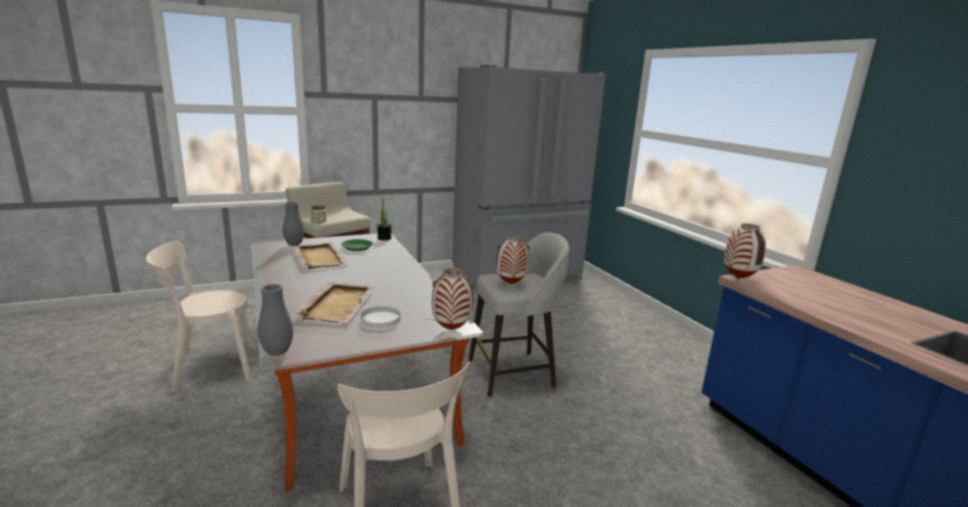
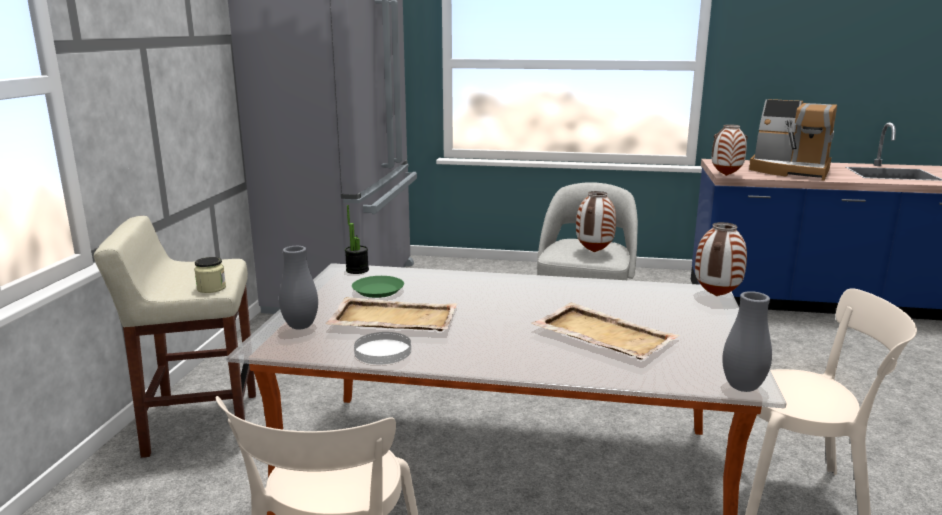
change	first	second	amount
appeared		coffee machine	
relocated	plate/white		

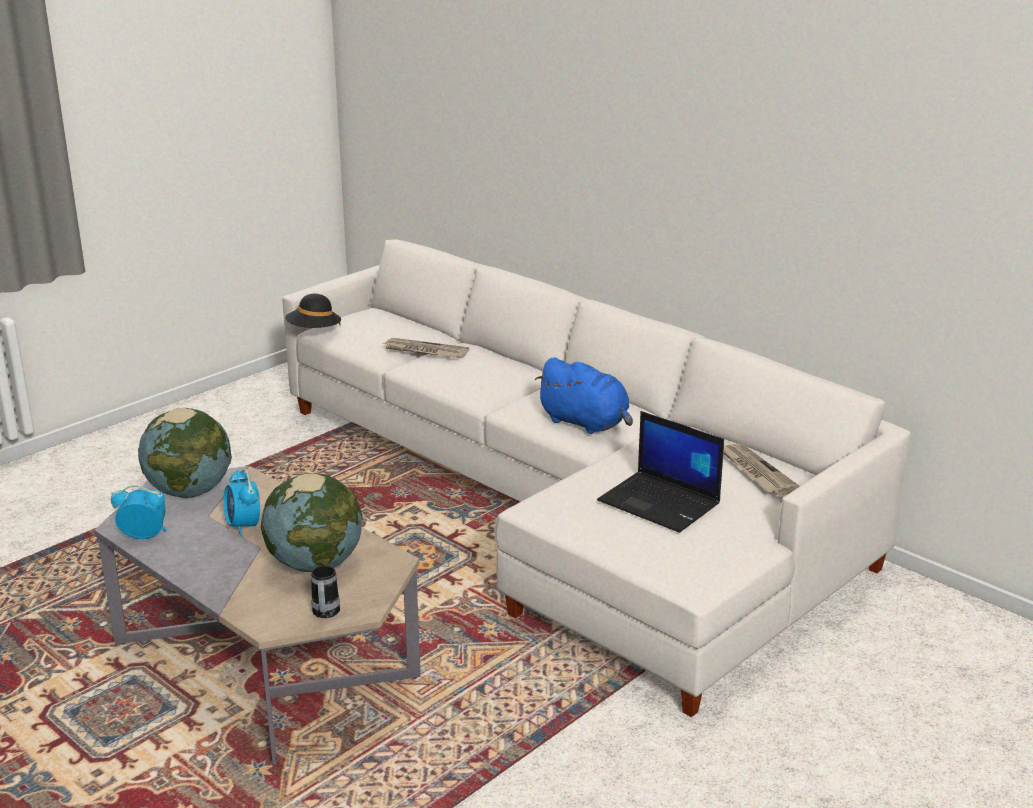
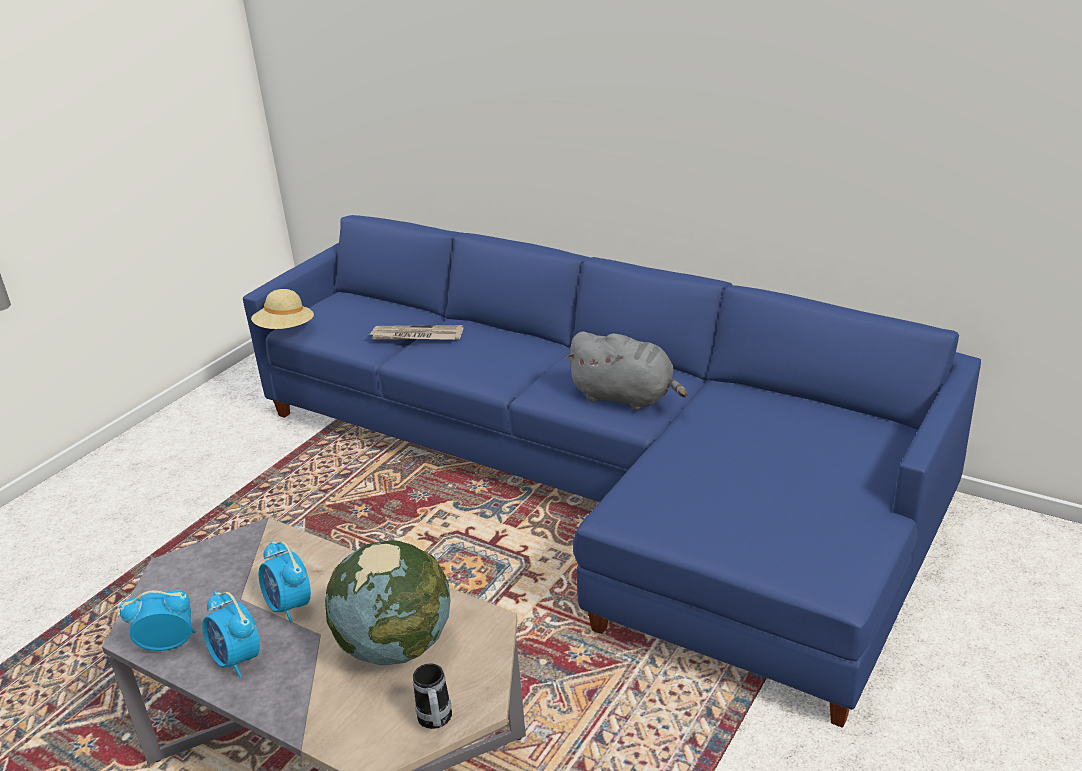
change	first	second	amount
missing	globe (no. 1 from left)		
missing	laptop		
missing	newspaper (no. 2 from left)		
appeared		alarm clock (no. 2 from left)	
colour	sofa/white	sofa/blue	
colour	hat/black	hat/beige	
colour	plush toy/blue	plush toy/grey	

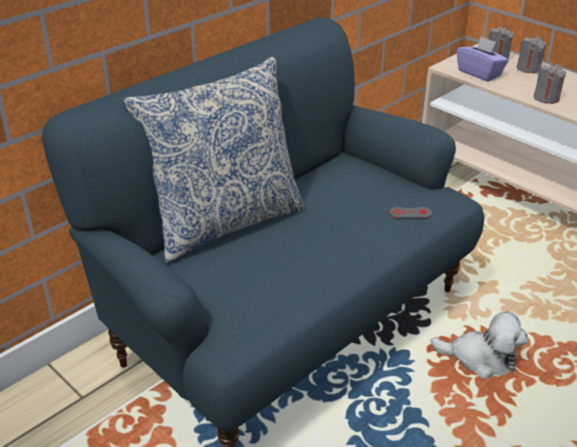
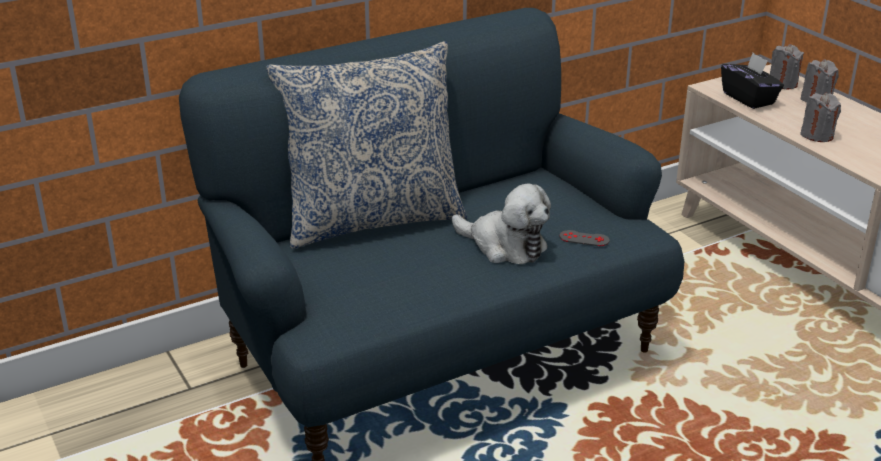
change	first	second	amount
relocated	plush toy		
colour	tissue box/purple	tissue box/black	

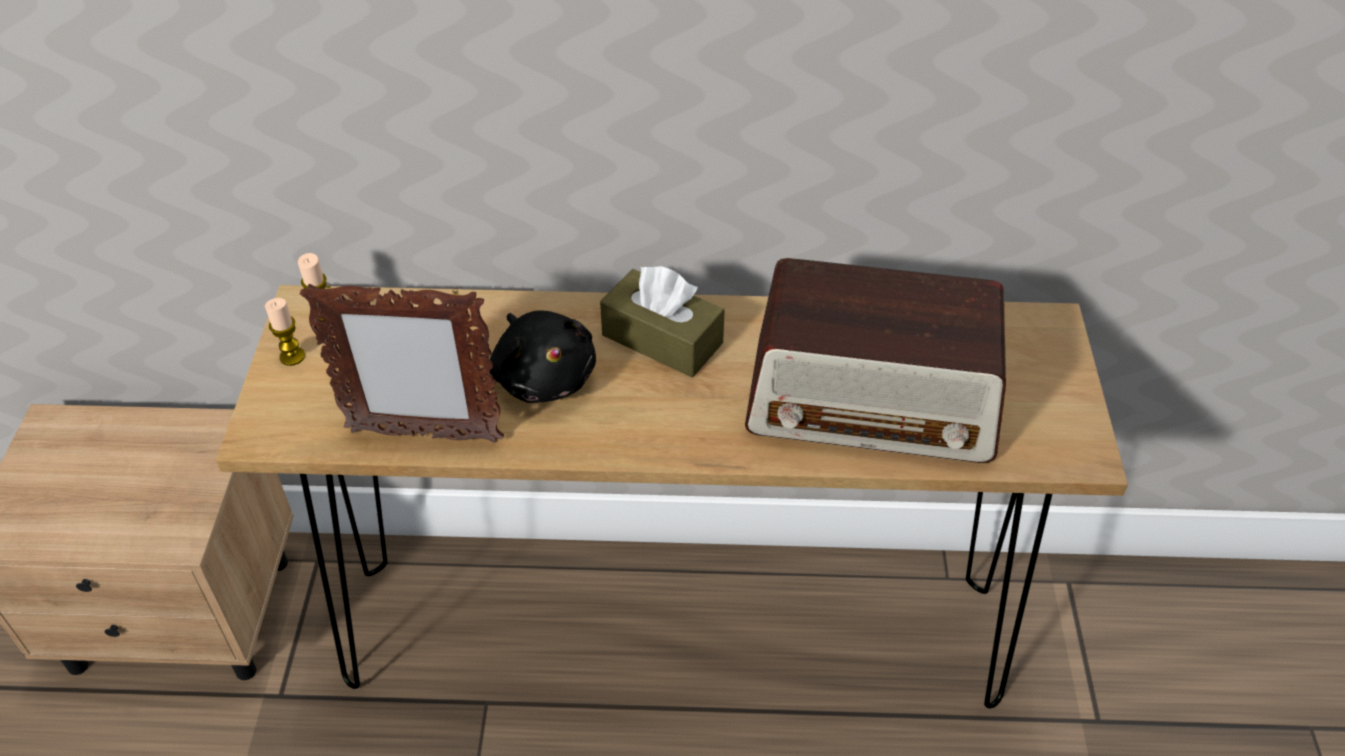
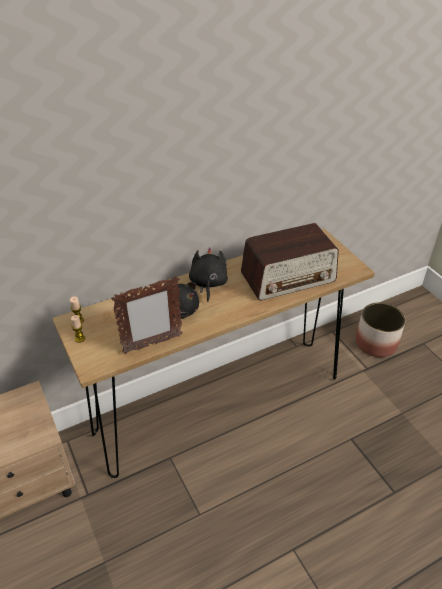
change	first	second	amount
appeared		planter	
exchanged	tissue box/brown	plush toy/black (no. 2 from left)	

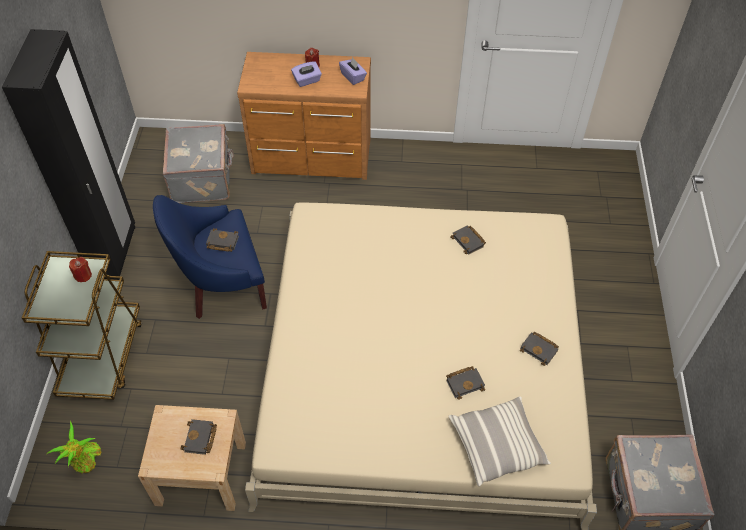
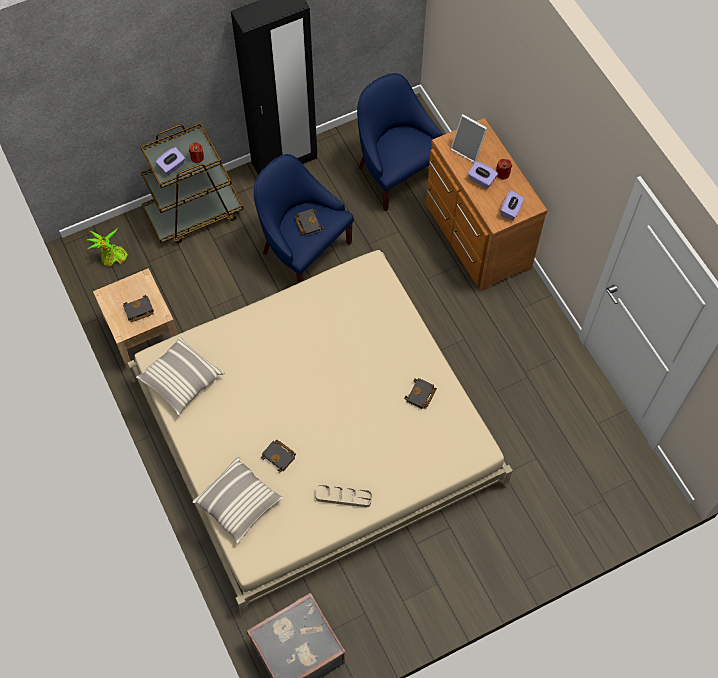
change	first	second	amount
appeared		pillow (no. 1 from left)	
appeared		tissue box/purple (no. 1 from left)	
appeared		picture frame	
exchanged	suitcase/grey (no. 1 from left)	armchair/blue (no. 2 from left)	
exchanged	book/black (no. 5 from left)	tray/beige	

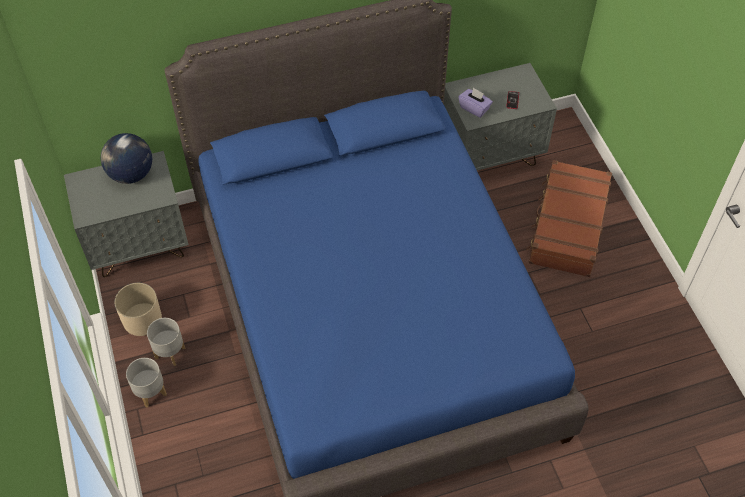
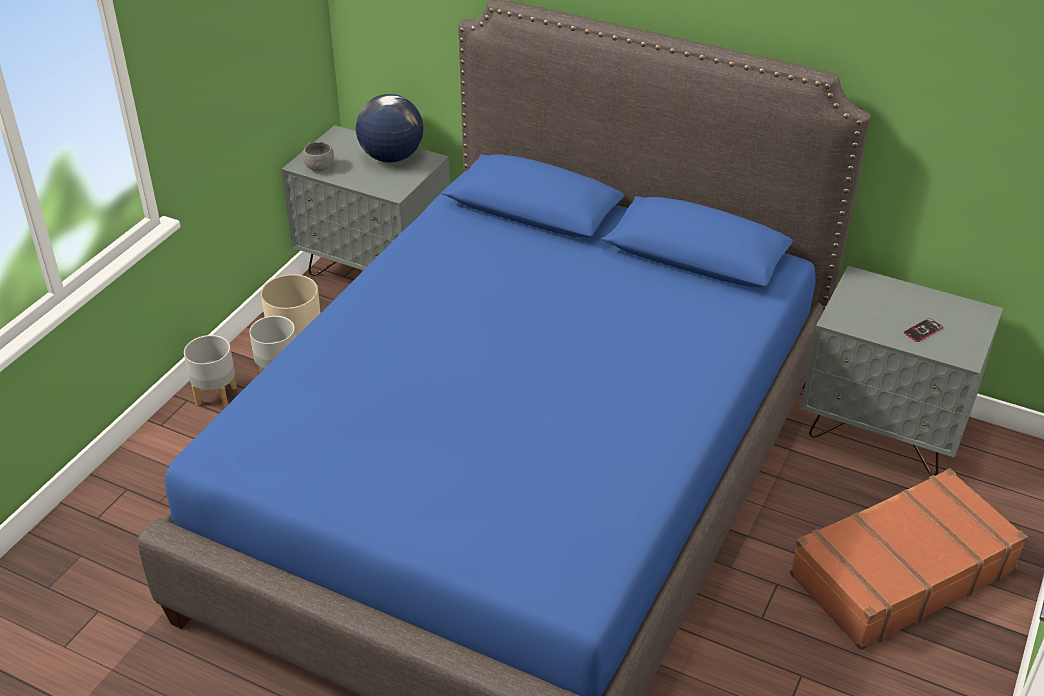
change	first	second	amount
missing	tissue box/purple		
appeared		bowl/grey	

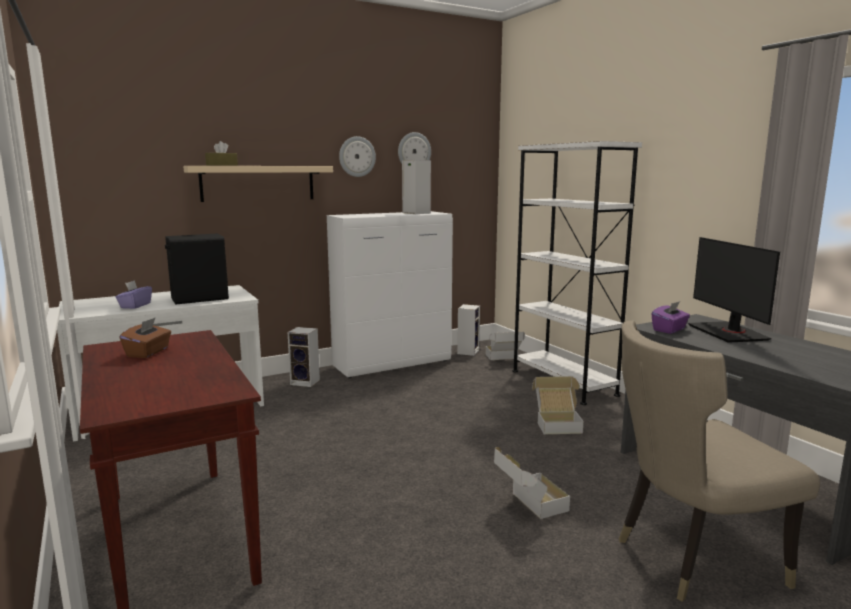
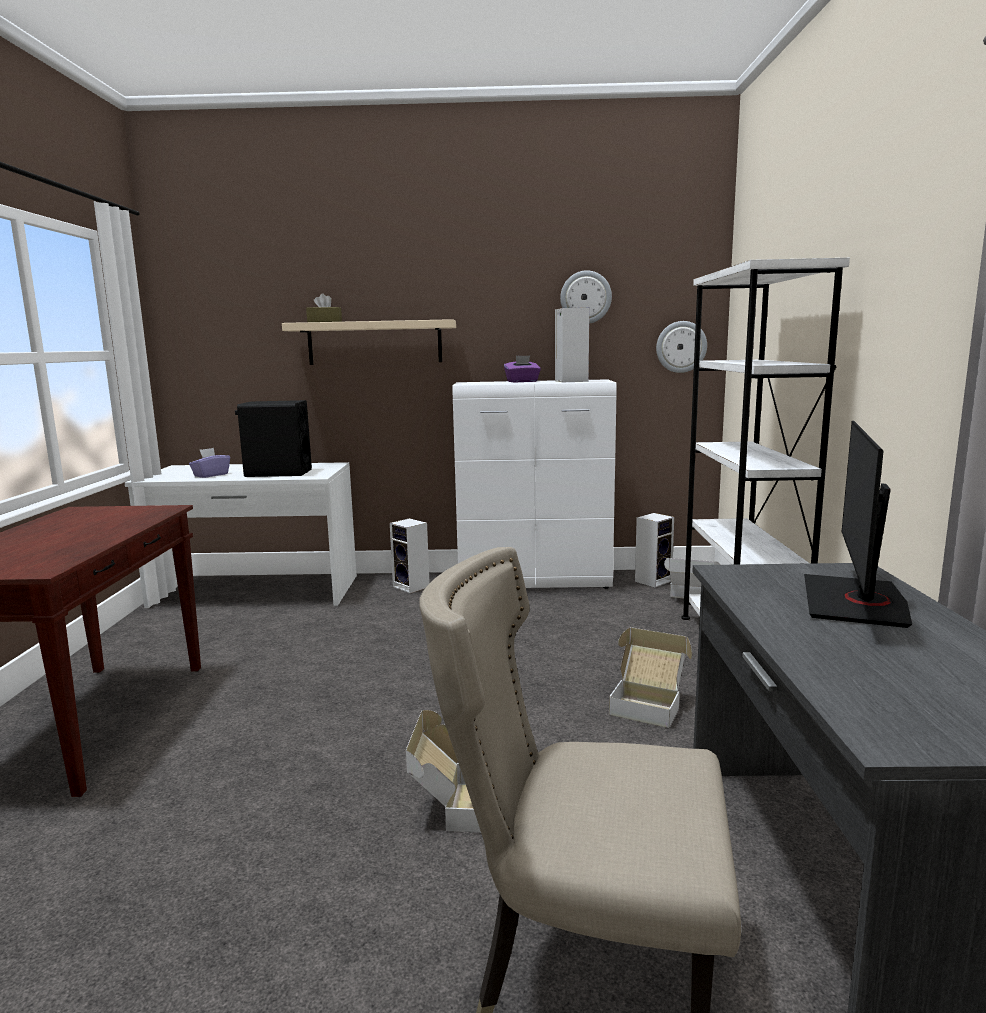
change	first	second	amount
missing	tissue box/brown (no. 1 from left)		
relocated	wall clock (no. 1 from left in the first image)	wall clock (no. 2 from left)	
relocated	tissue box/purple (no. 2 from left)		

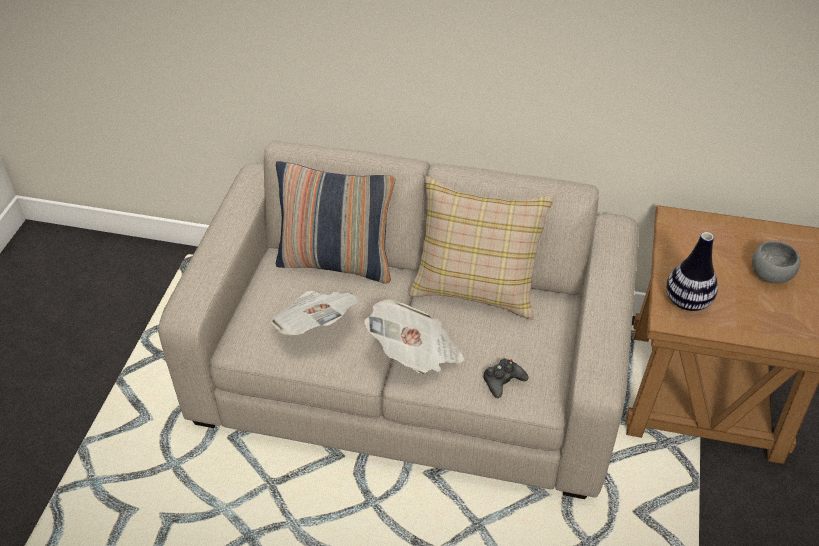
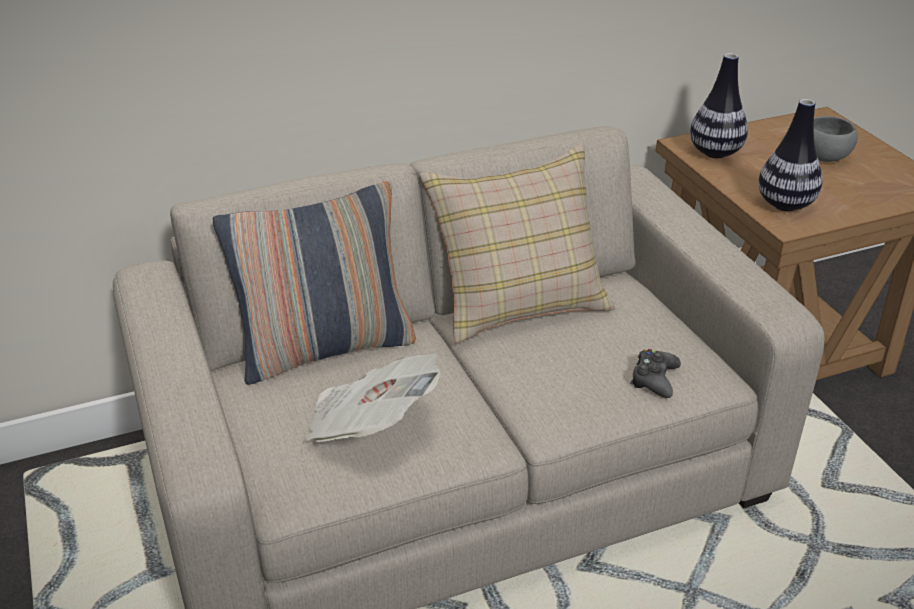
change	first	second	amount
missing	newspaper (no. 2 from left)		
appeared		vase (no. 1 from left)	

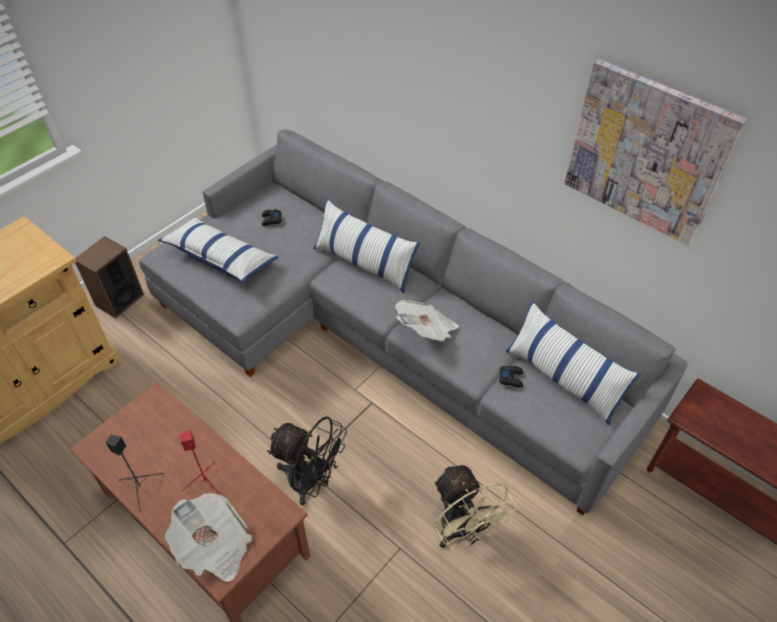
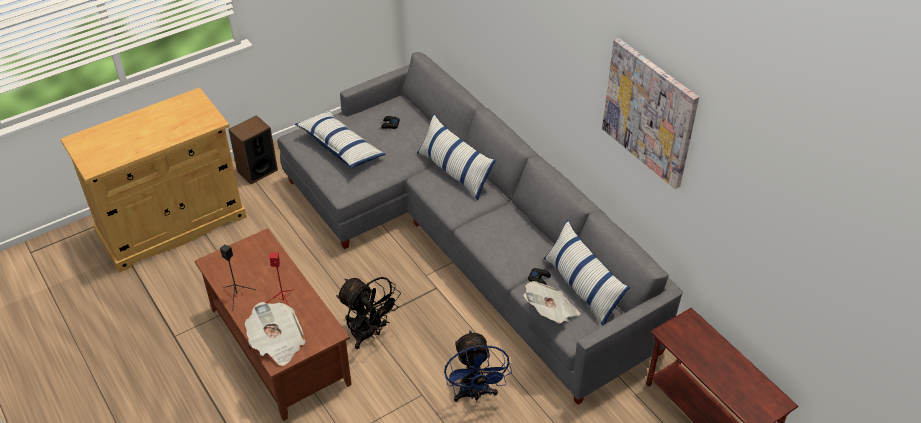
change	first	second	amount
relocated	newspaper (no. 2 from left)		
colour	fan/beige	fan/blue	

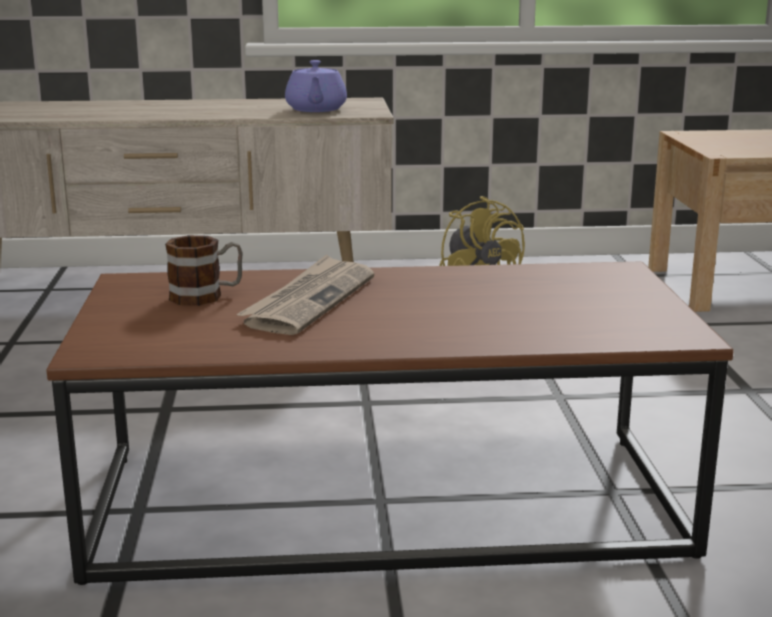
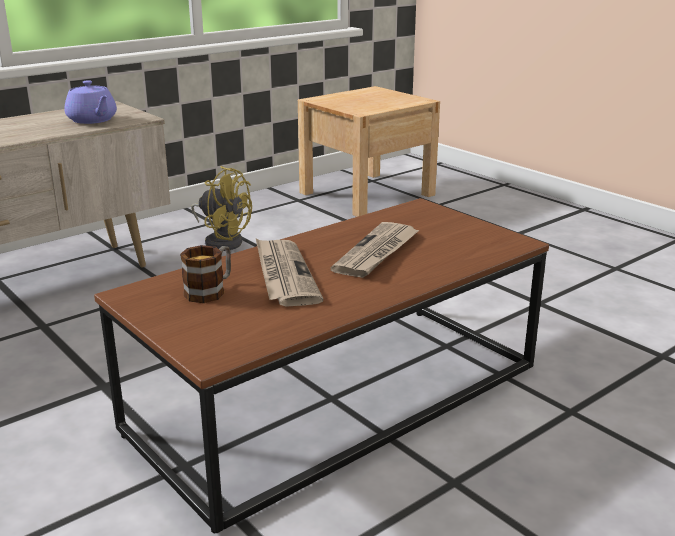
change	first	second	amount
appeared		newspaper (no. 2 from left)	

